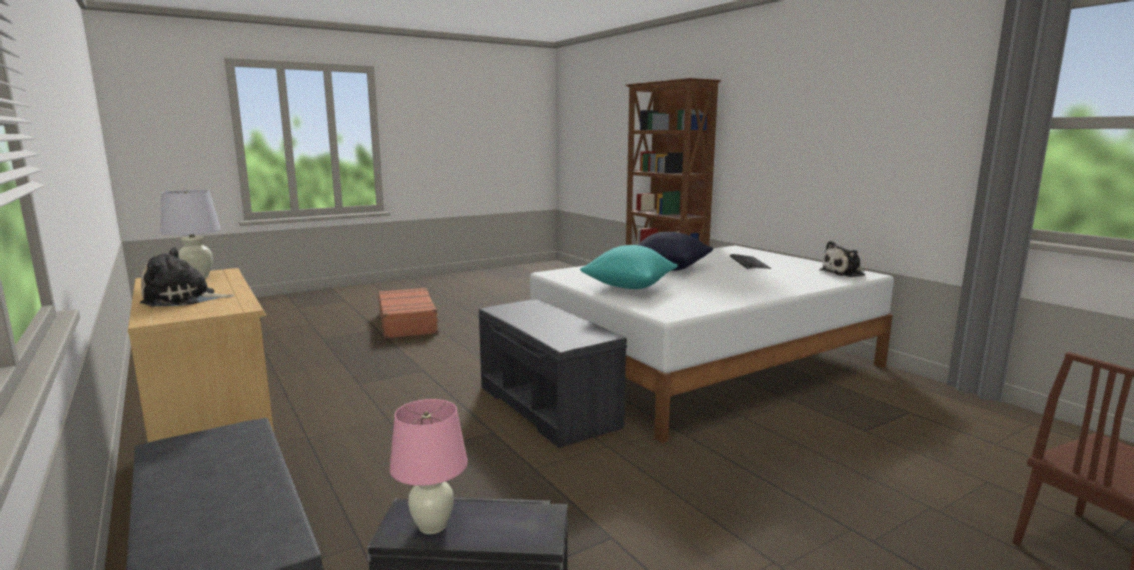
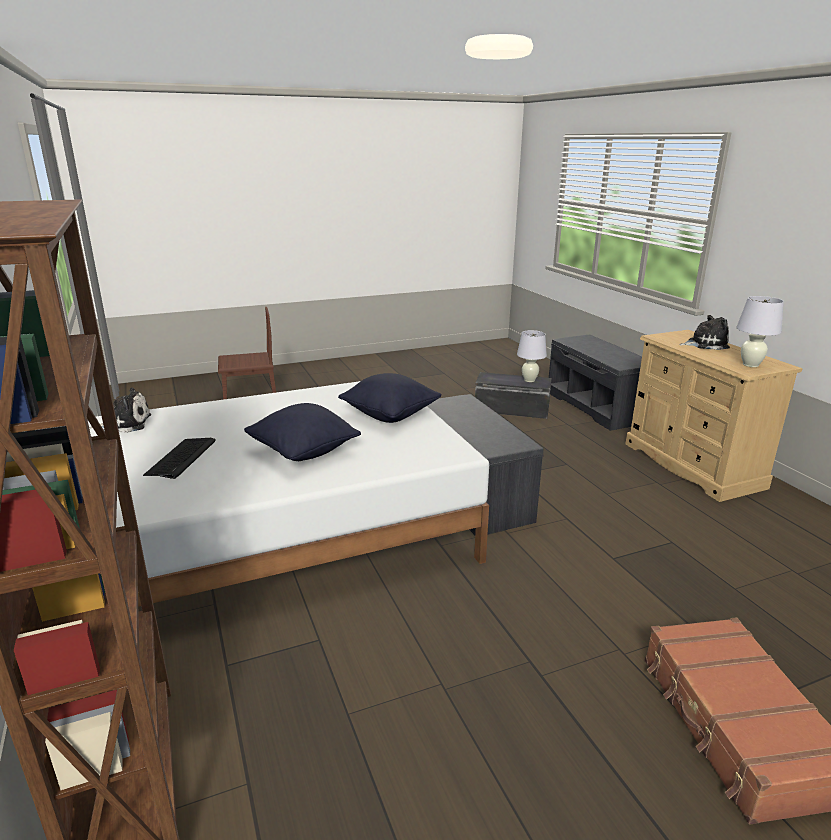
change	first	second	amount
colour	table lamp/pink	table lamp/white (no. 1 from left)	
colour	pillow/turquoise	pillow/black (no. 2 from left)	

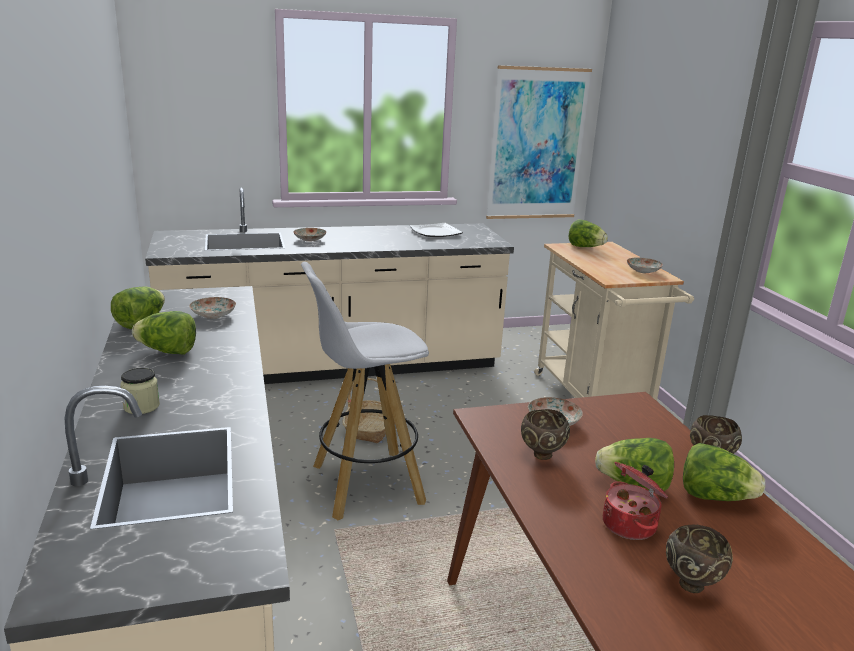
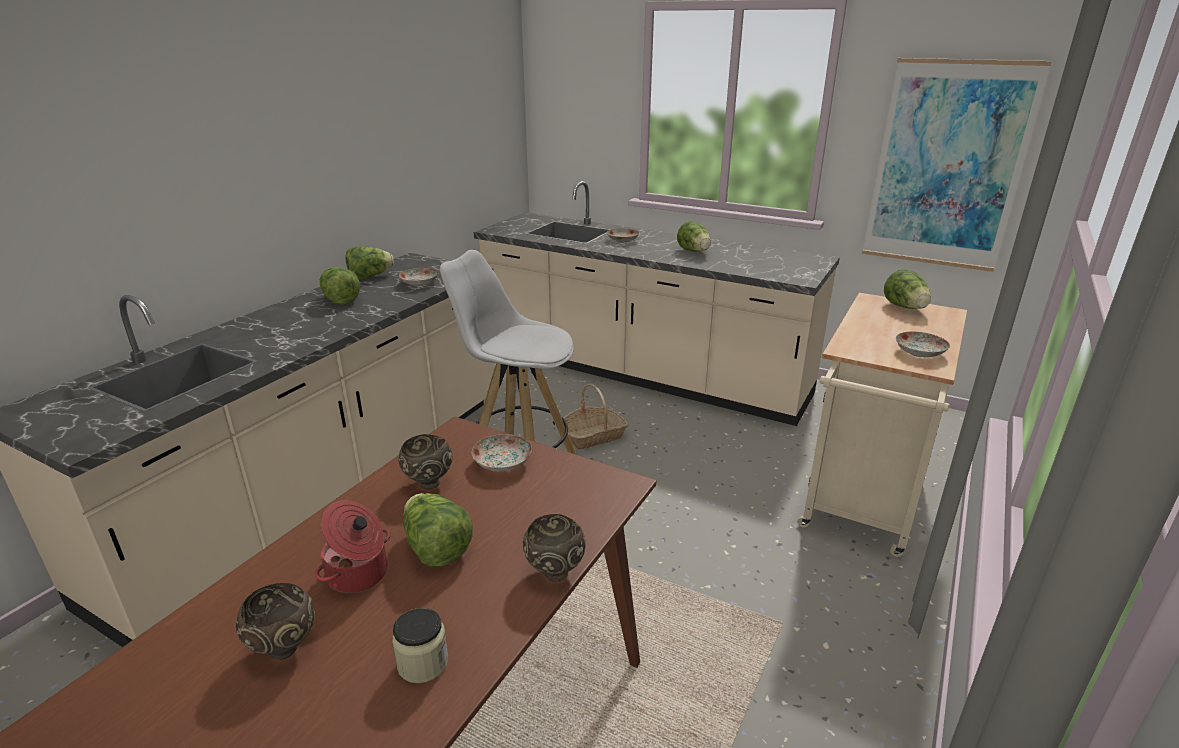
change	first	second	amount
missing	plate (no. 3 from left)		
relocated	jar		
relocated	lettuce (no. 5 from left in the first image)	lettuce (no. 4 from left)	

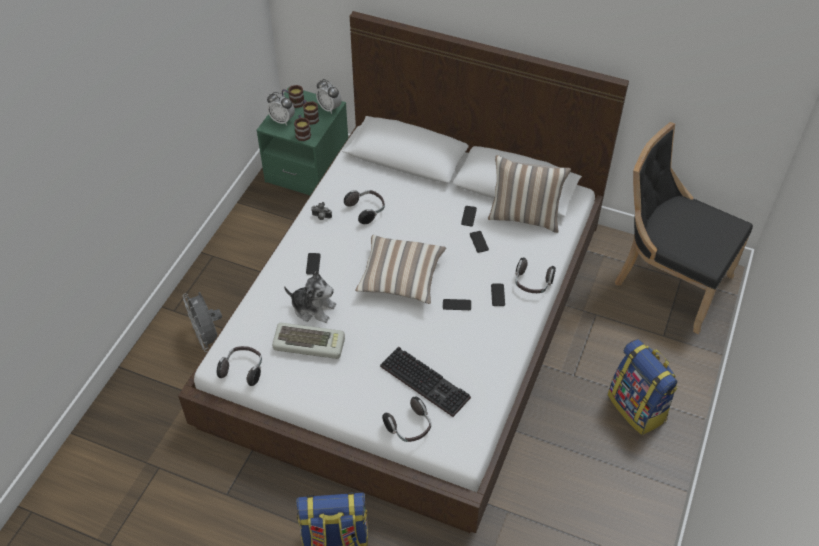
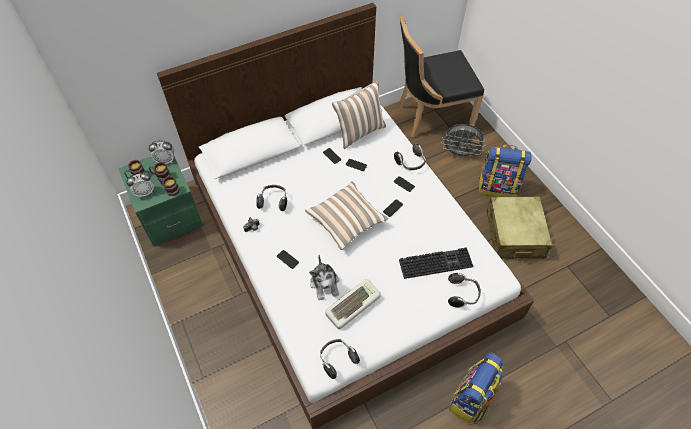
change	first	second	amount
appeared		suitcase/beige	
relocated	fan/grey		
spun	plush toy		105 degrees clockwise

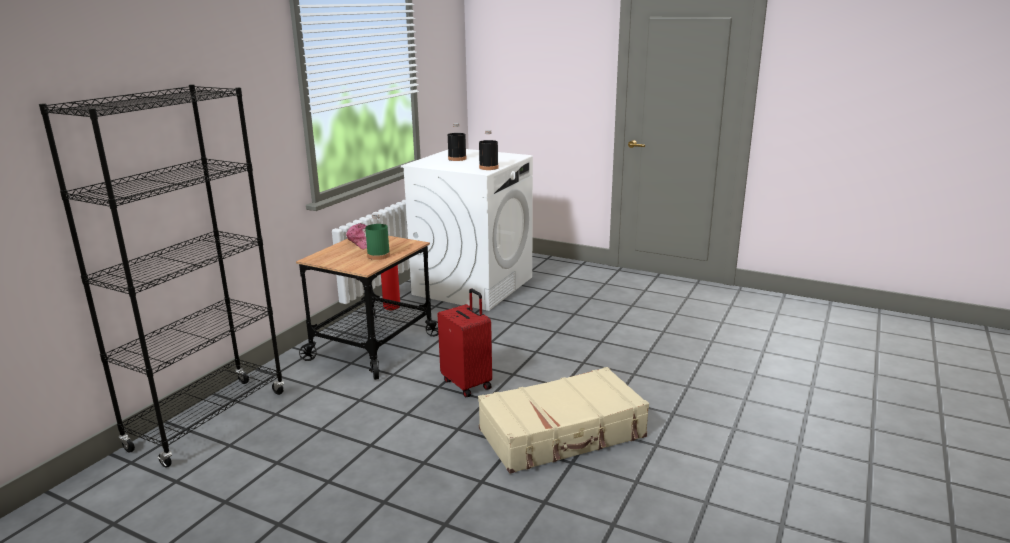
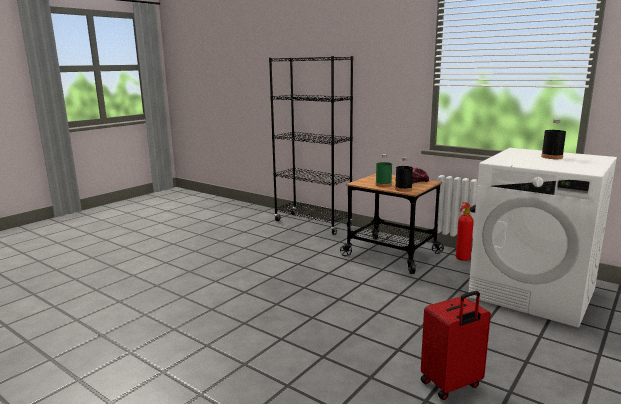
change	first	second	amount
missing	suitcase/beige		
relocated	suitcase/red		
relocated	bottle/black (no. 2 from left in the first image)	bottle/black (no. 1 from left)	

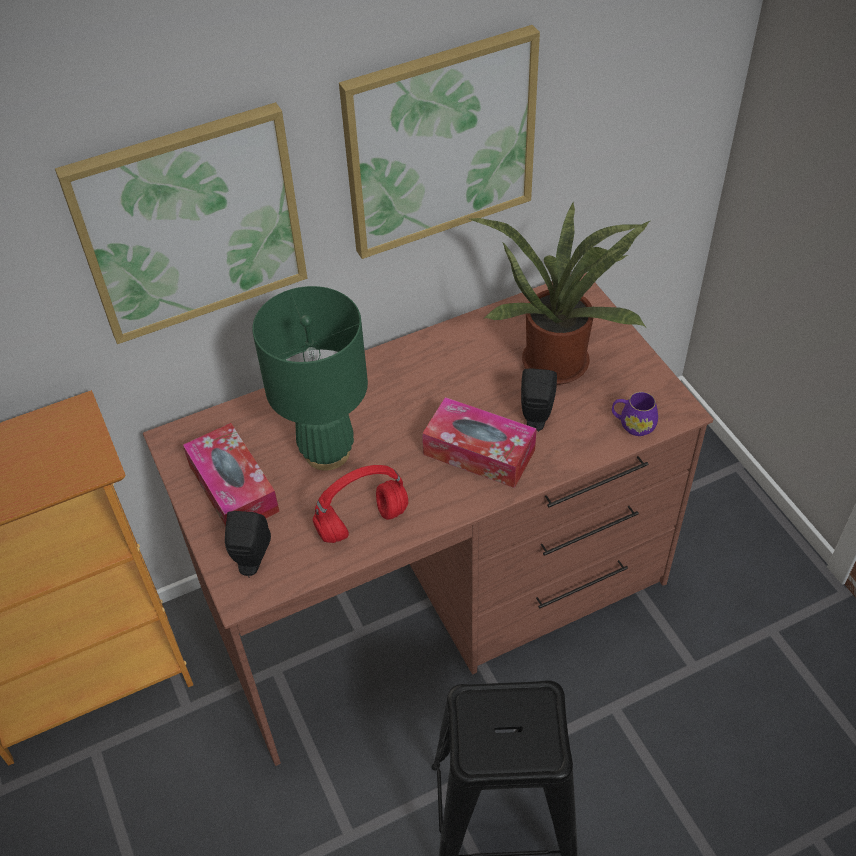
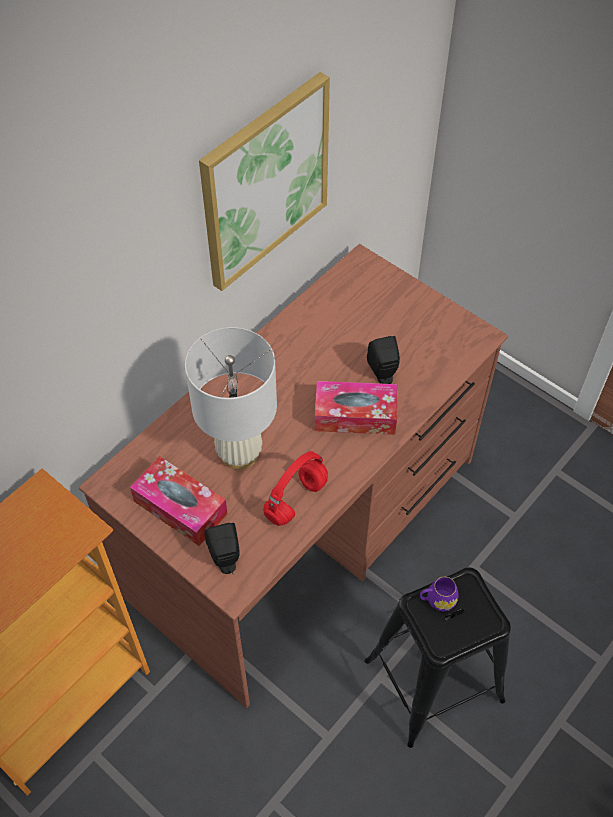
change	first	second	amount
missing	picture (no. 1 from left)		
missing	potted plant		
relocated	mug/purple		
colour	table lamp/green	table lamp/white	

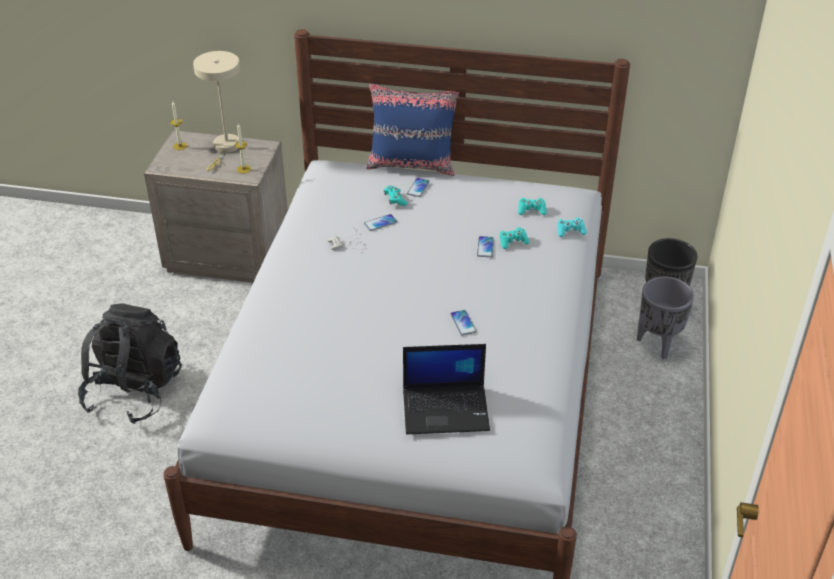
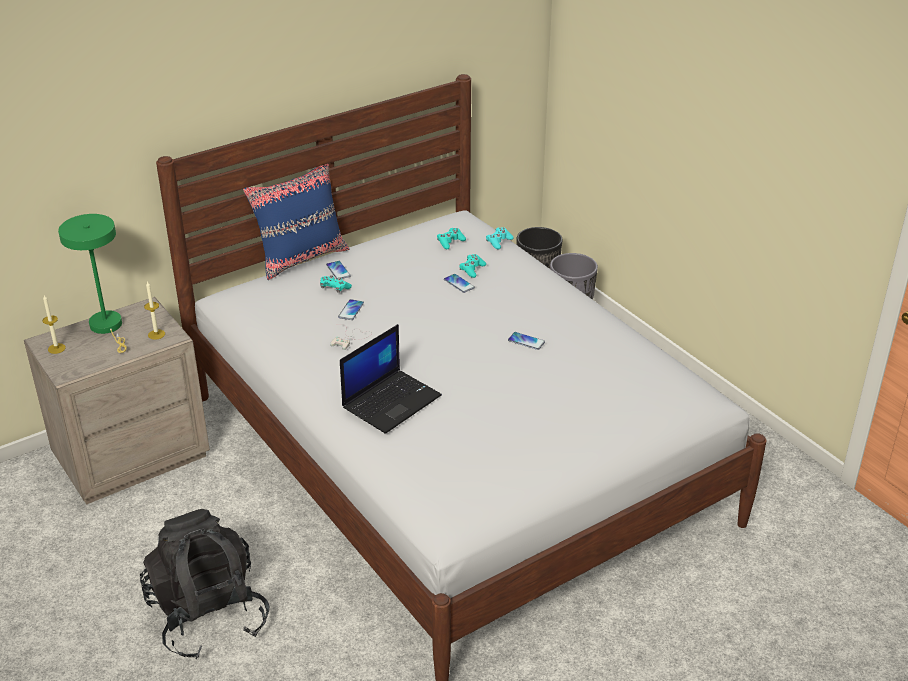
change	first	second	amount
relocated	laptop		
colour	table lamp/beige	table lamp/green	

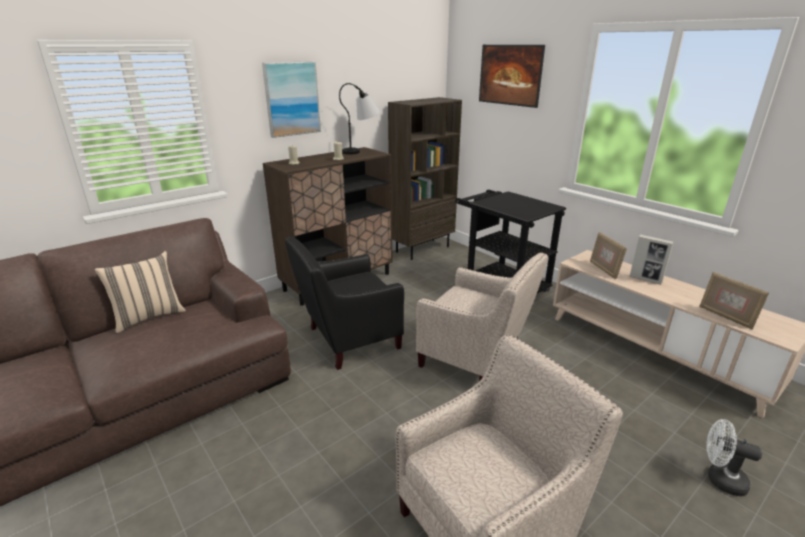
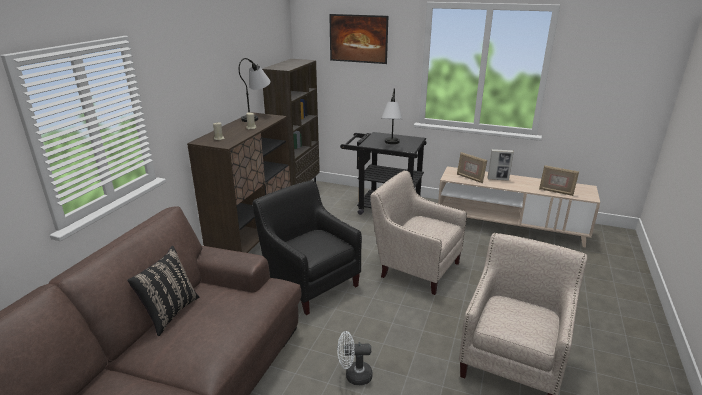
change	first	second	amount
missing	picture (no. 1 from left)		
appeared		table lamp (no. 2 from left)	
relocated	fan/white		
colour	pillow/beige	pillow/black	
spun	armchair/black		105 degrees clockwise
spun	armchair/beige (no. 1 from left)		150 degrees counterclockwise

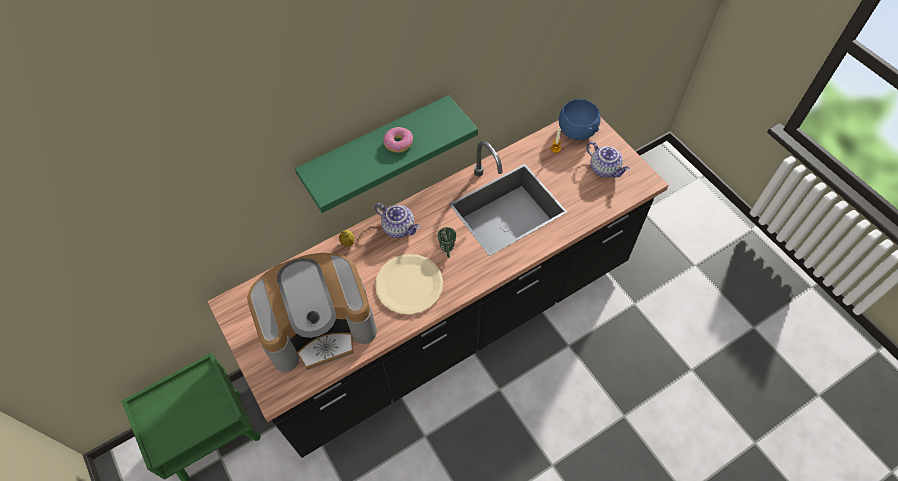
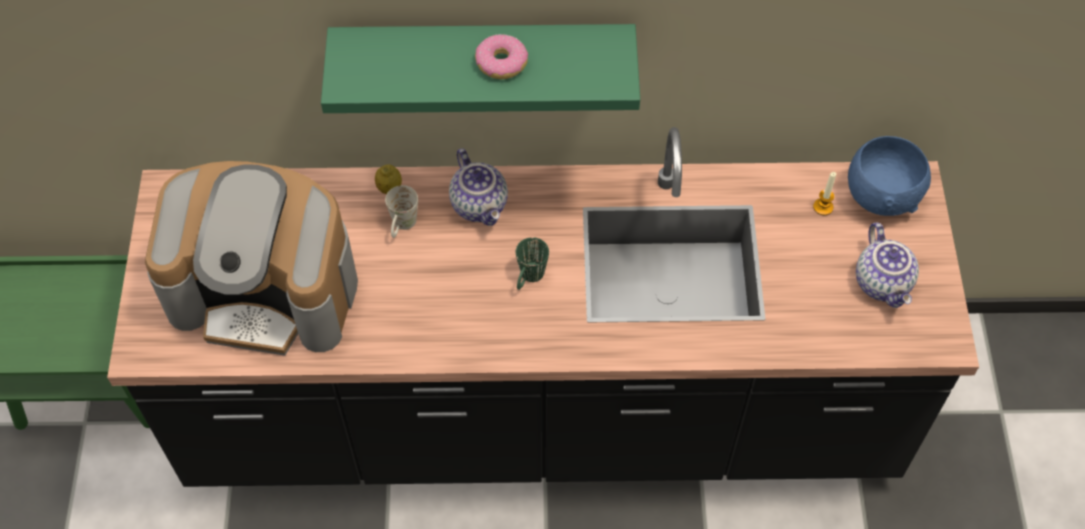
change	first	second	amount
missing	plate/beige		
appeared		mug/white	

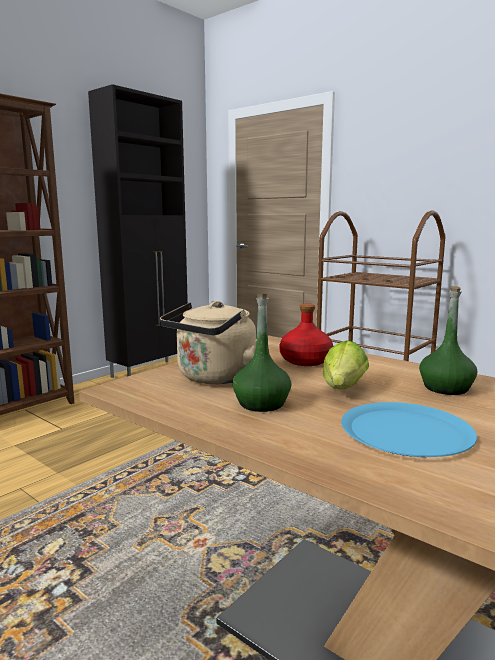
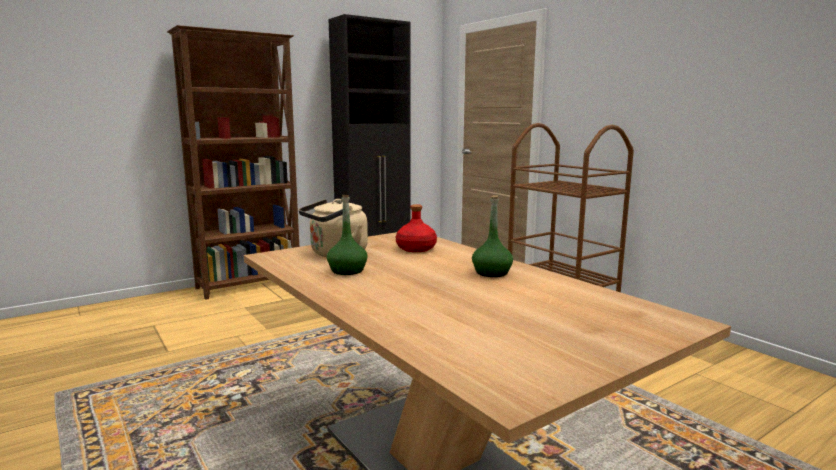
change	first	second	amount
missing	lettuce		
missing	plate/blue		

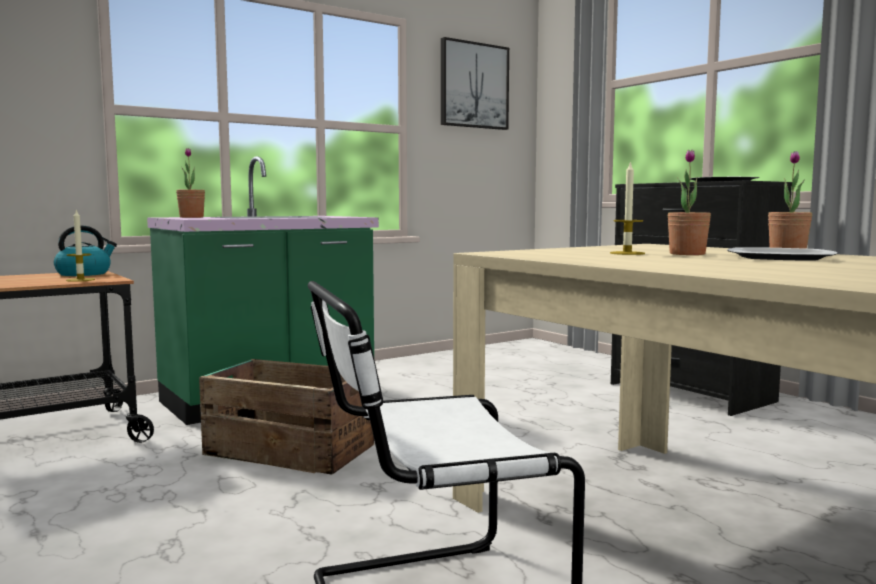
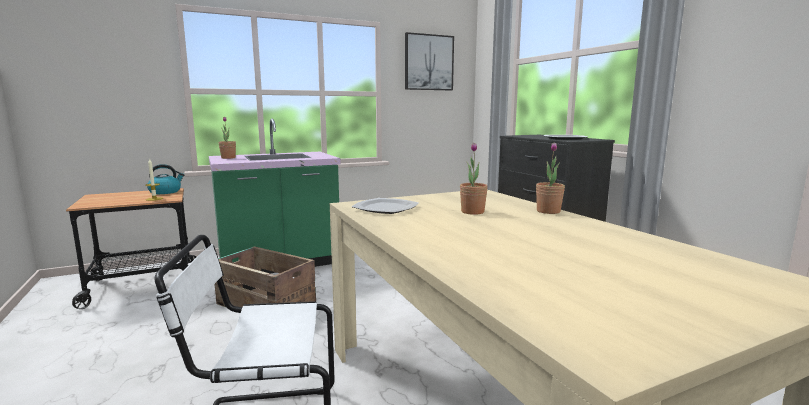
change	first	second	amount
missing	candle (no. 2 from left)		
relocated	plate (no. 2 from left in the first image)	plate (no. 1 from left)	

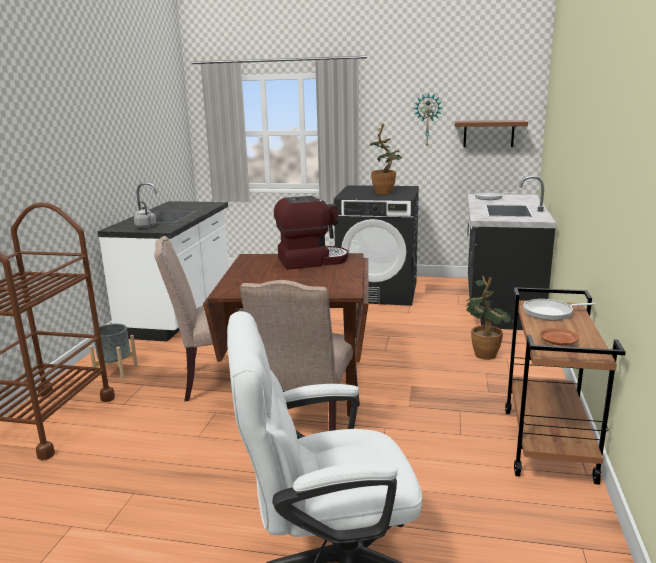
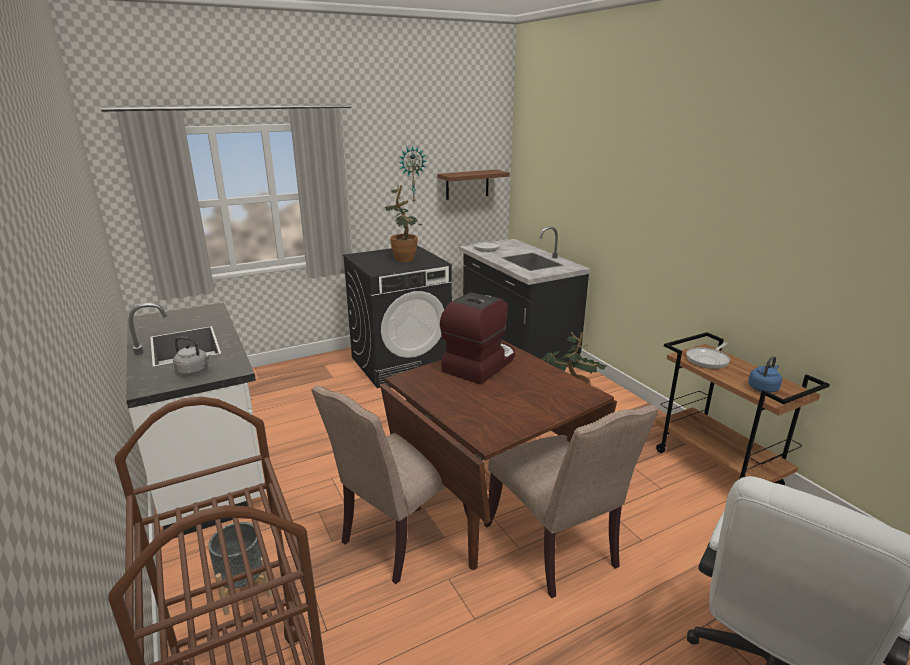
change	first	second	amount
exchanged	plate/brown	kettle/blue	

